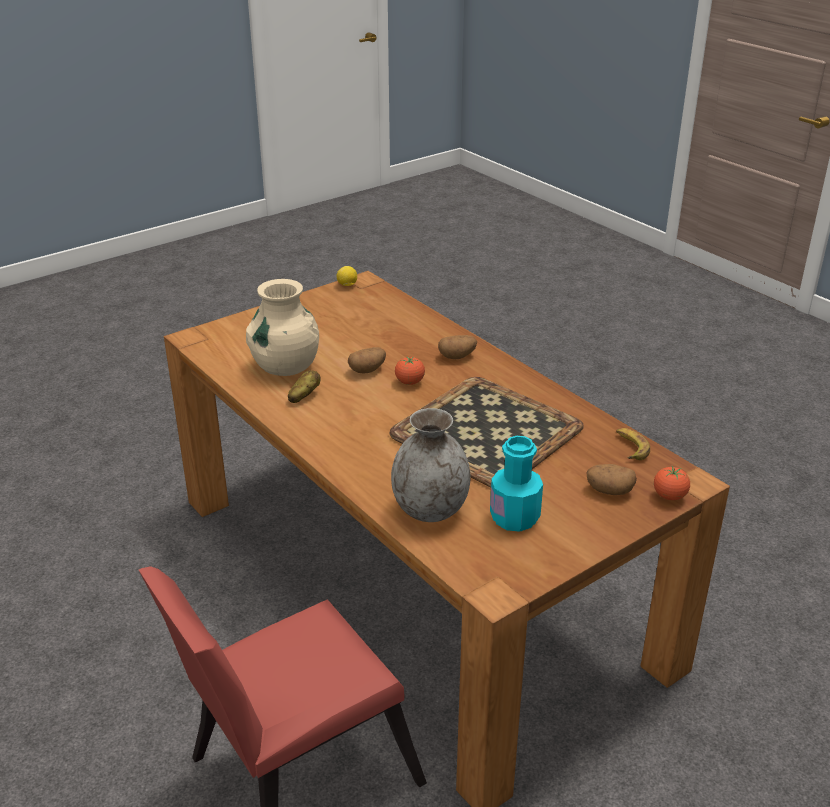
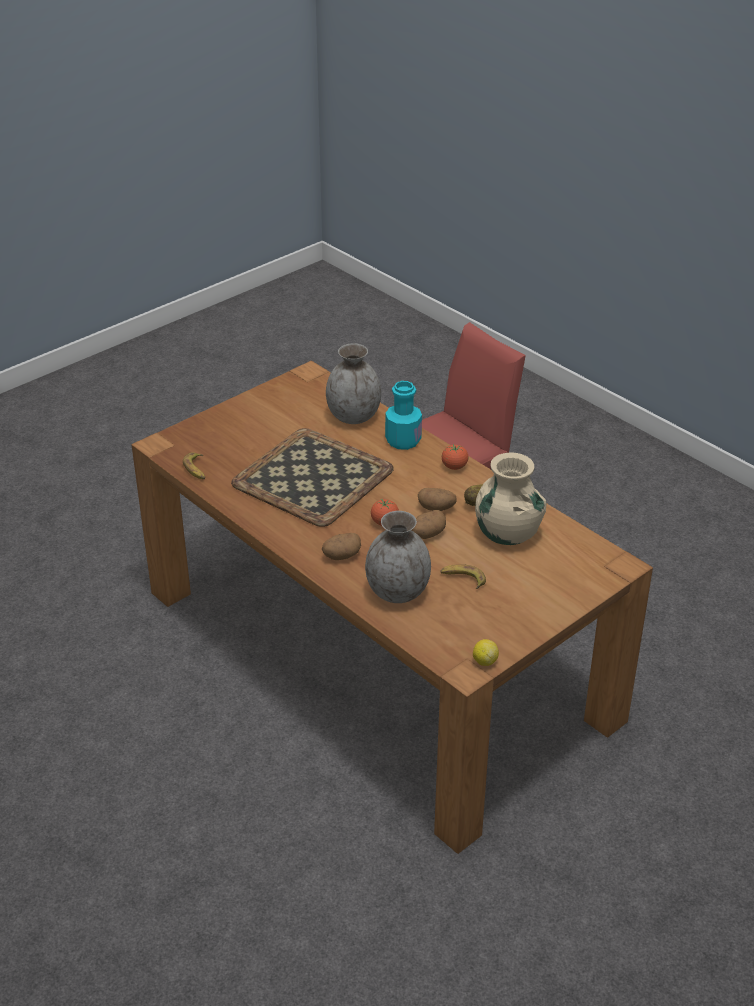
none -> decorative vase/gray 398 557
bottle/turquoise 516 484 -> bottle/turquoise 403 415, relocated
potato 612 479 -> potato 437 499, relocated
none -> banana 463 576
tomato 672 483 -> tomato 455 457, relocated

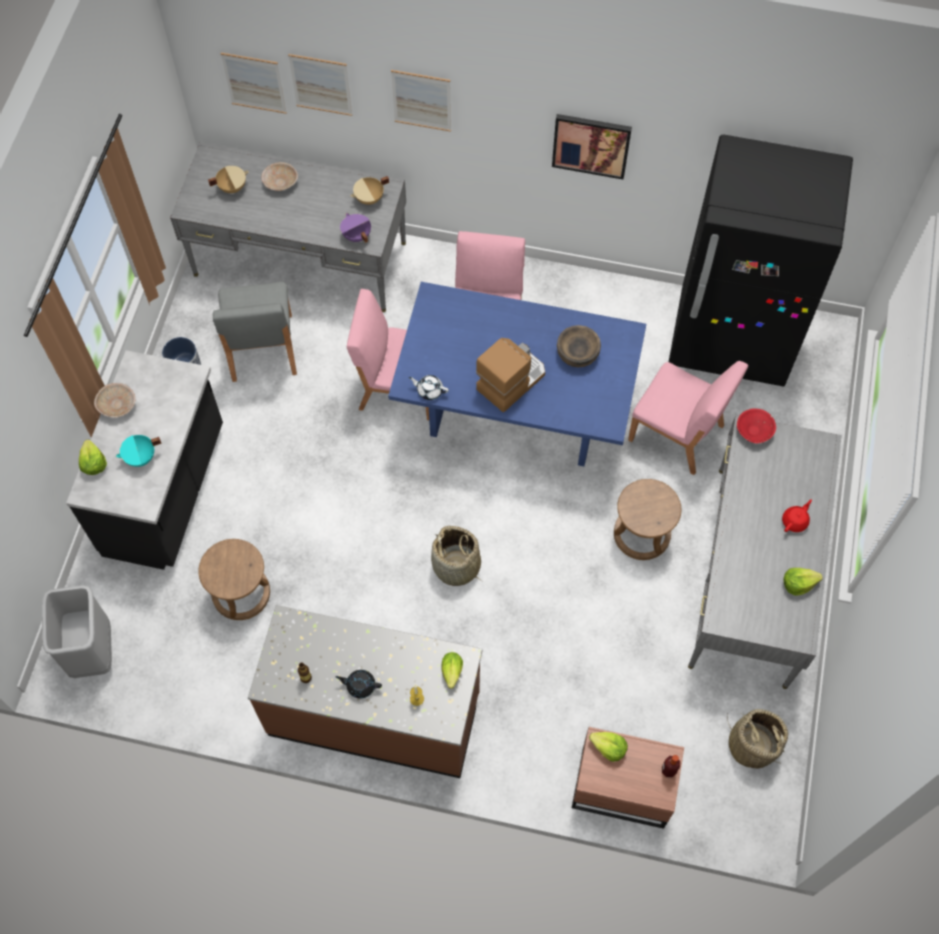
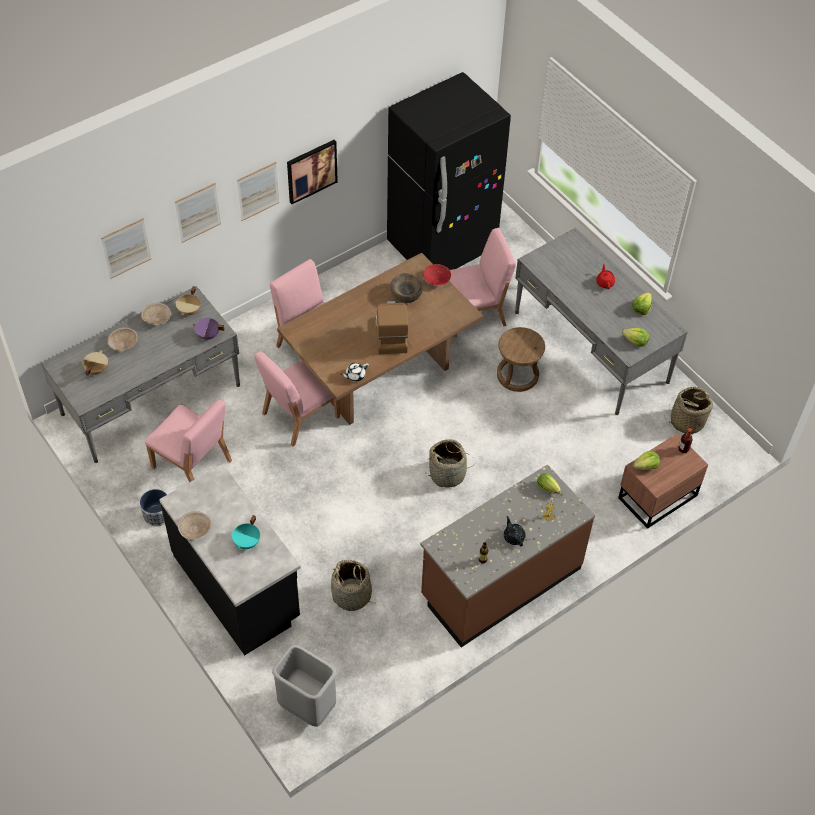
none -> serving bowl/beige 156 314
chair/gray 255 332 -> chair/pink-coloured 188 441
picture 253 83 -> picture 258 191, relocated
kitchen table/blue 517 374 -> kitchen table/brownish 380 339
stool/brownish 234 579 -> basket 351 585
serving bowl/red-coloured 756 425 -> serving bowl/red-coloured 437 274, relocated
pot for tea/black 359 684 -> pot for tea/black 515 531, 105 degrees clockwise
lettuce 93 457 -> lettuce 635 337, relocated

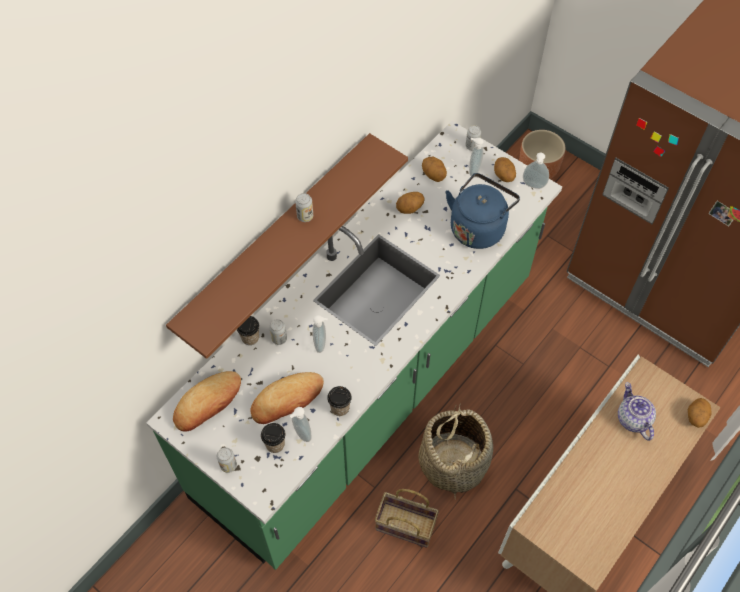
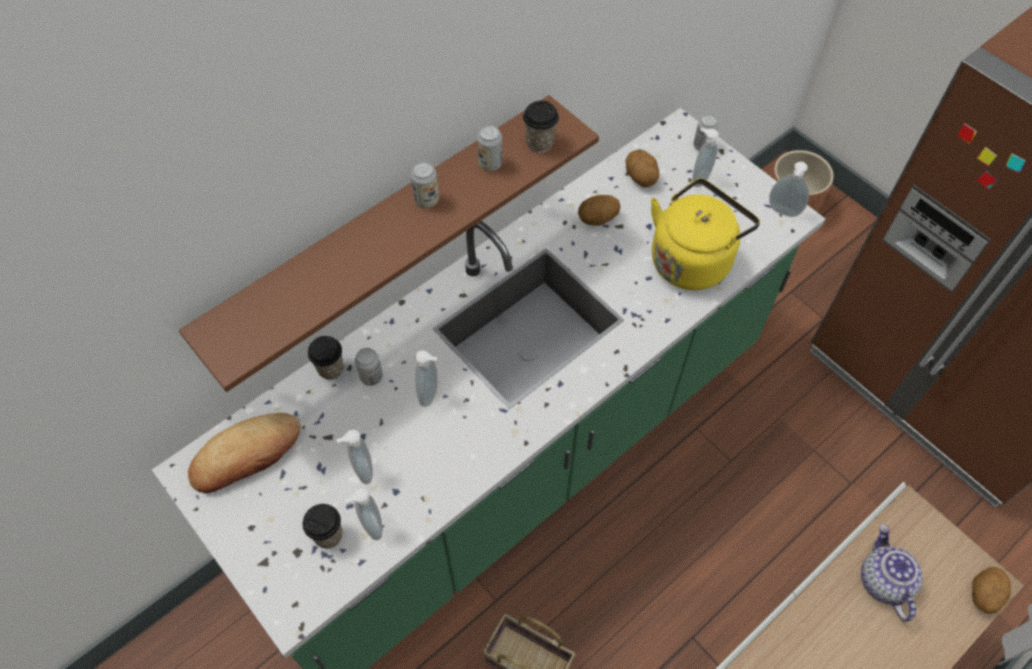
baked bread 287 398 -> soap dispenser 354 456
sealed can 227 460 -> sealed can 490 148, relocated
drinking cup 339 401 -> drinking cup 541 127, relocated
kettle/blue 482 211 -> kettle/yellowish 705 234
basket 455 451 -> none
potato 505 169 -> none

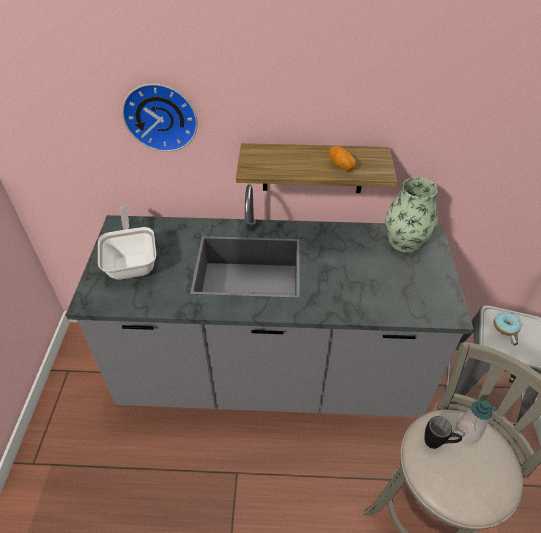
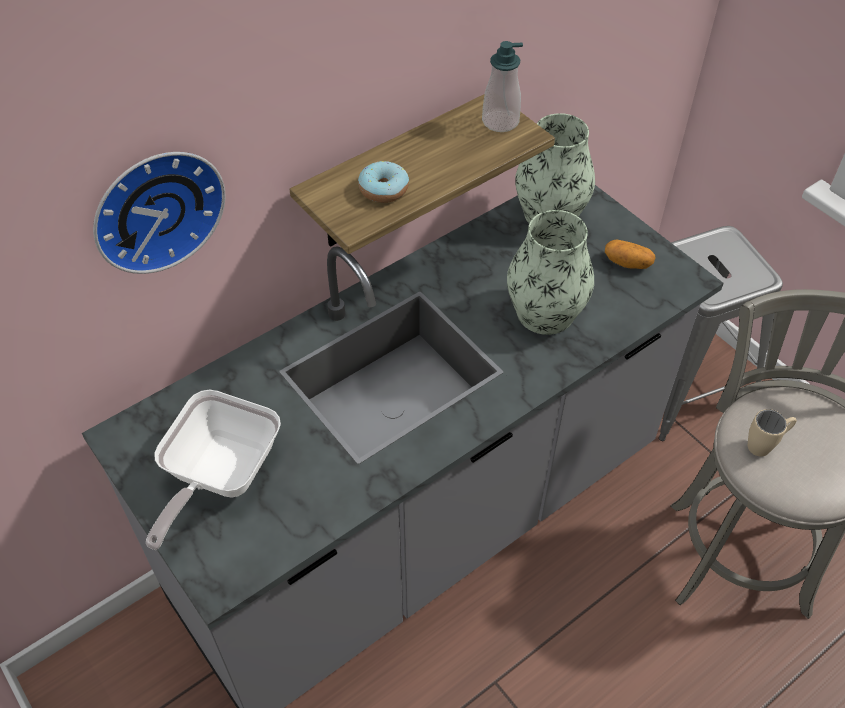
frying pan 127 242 -> frying pan 213 470, 105 degrees counterclockwise
donut 507 324 -> donut 383 182, relocated
soap dispenser 476 422 -> soap dispenser 502 86, relocated
none -> decorative vase 550 272
potato 342 158 -> potato 630 254, relocated
coffee mug/black 443 432 -> coffee mug/beige 772 433

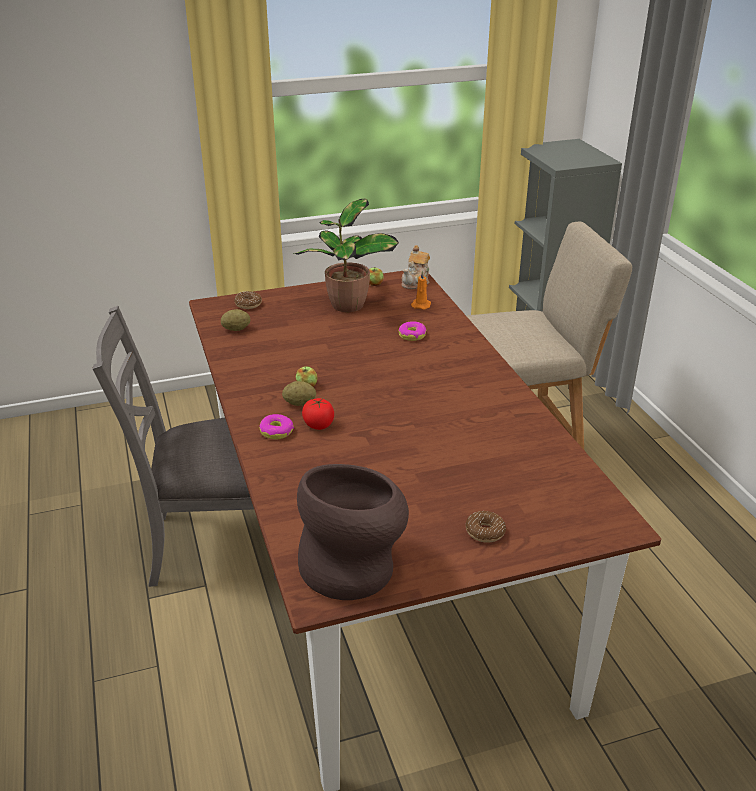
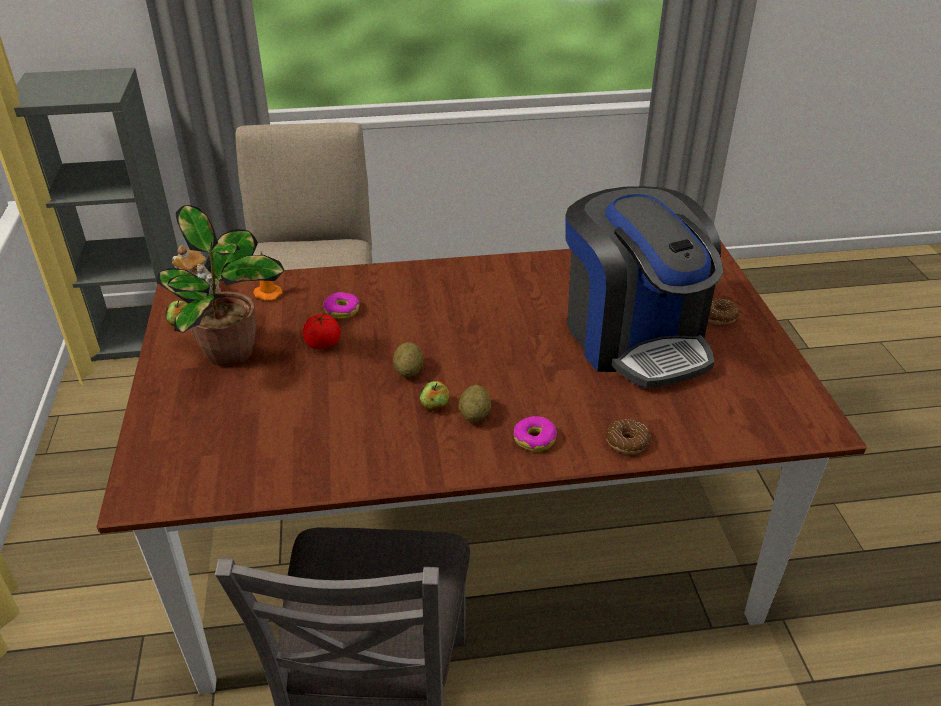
tomato 318 414 -> tomato 321 331, relocated
potato 235 320 -> potato 408 359, relocated
none -> coffee brewer 644 287
donut 248 300 -> donut 628 436, relocated
decorative vase/brownish 353 532 -> none

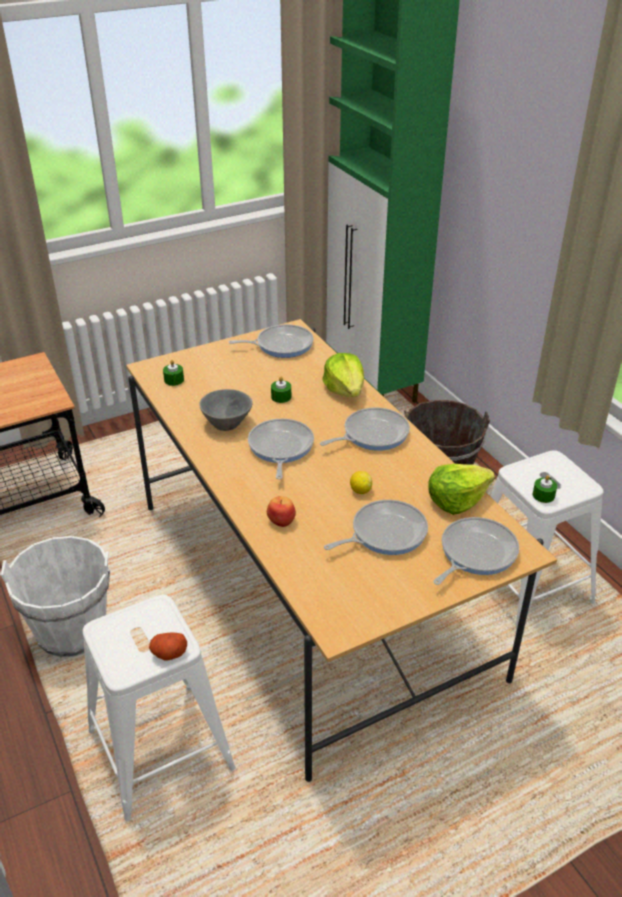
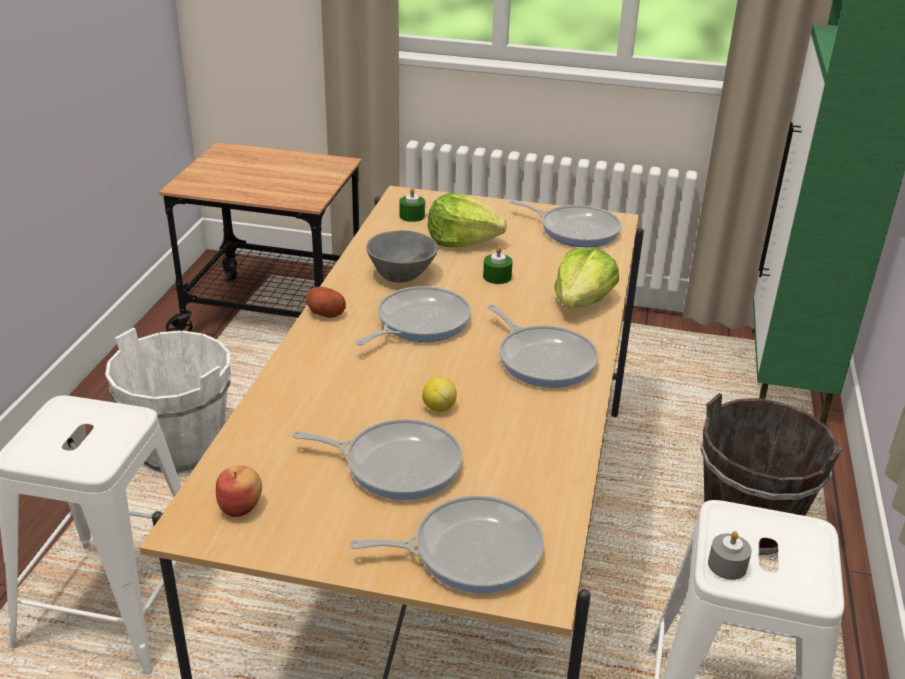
whole apple 281 511 -> whole apple 239 491, relocated
potato 168 647 -> potato 326 302, relocated
lettuce 461 489 -> lettuce 467 220, relocated
frying pan 365 429 -> frying pan 543 346, 45 degrees clockwise
candle/green 545 489 -> candle/gray 730 555

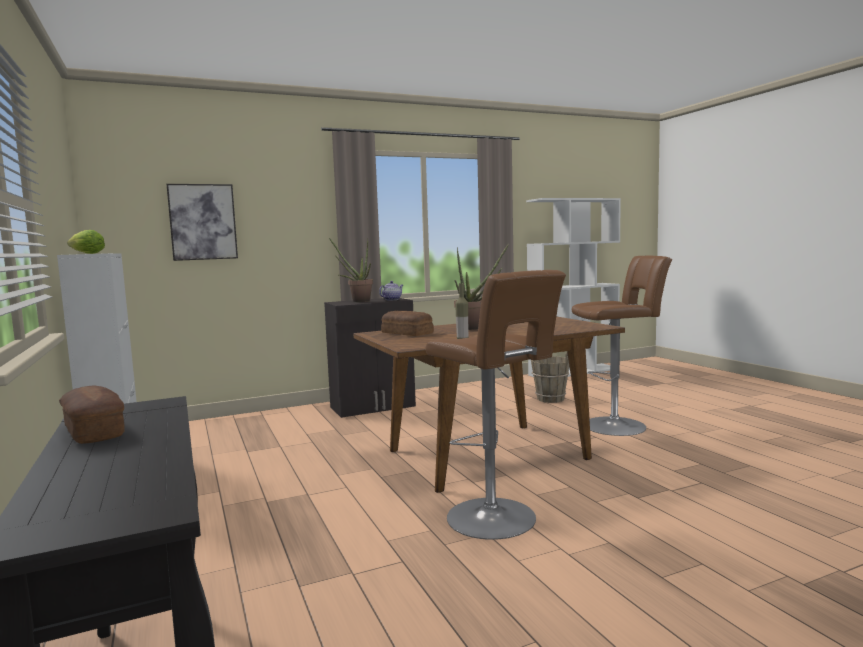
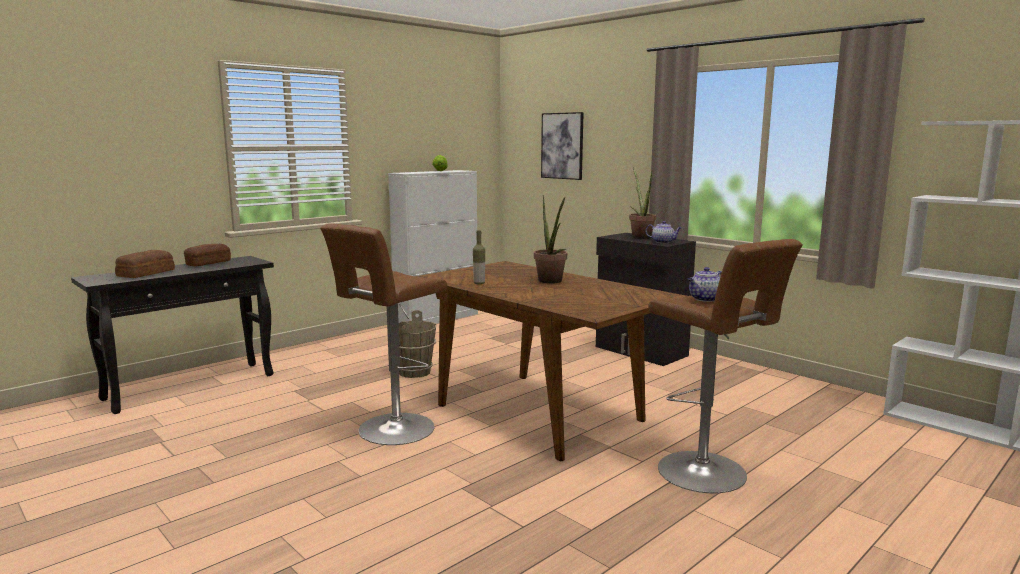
baked bread 407 323 -> baked bread 145 264, relocated
pail/brownish 550 378 -> pail/brownish 417 344, relocated
none -> pot for tea 705 284

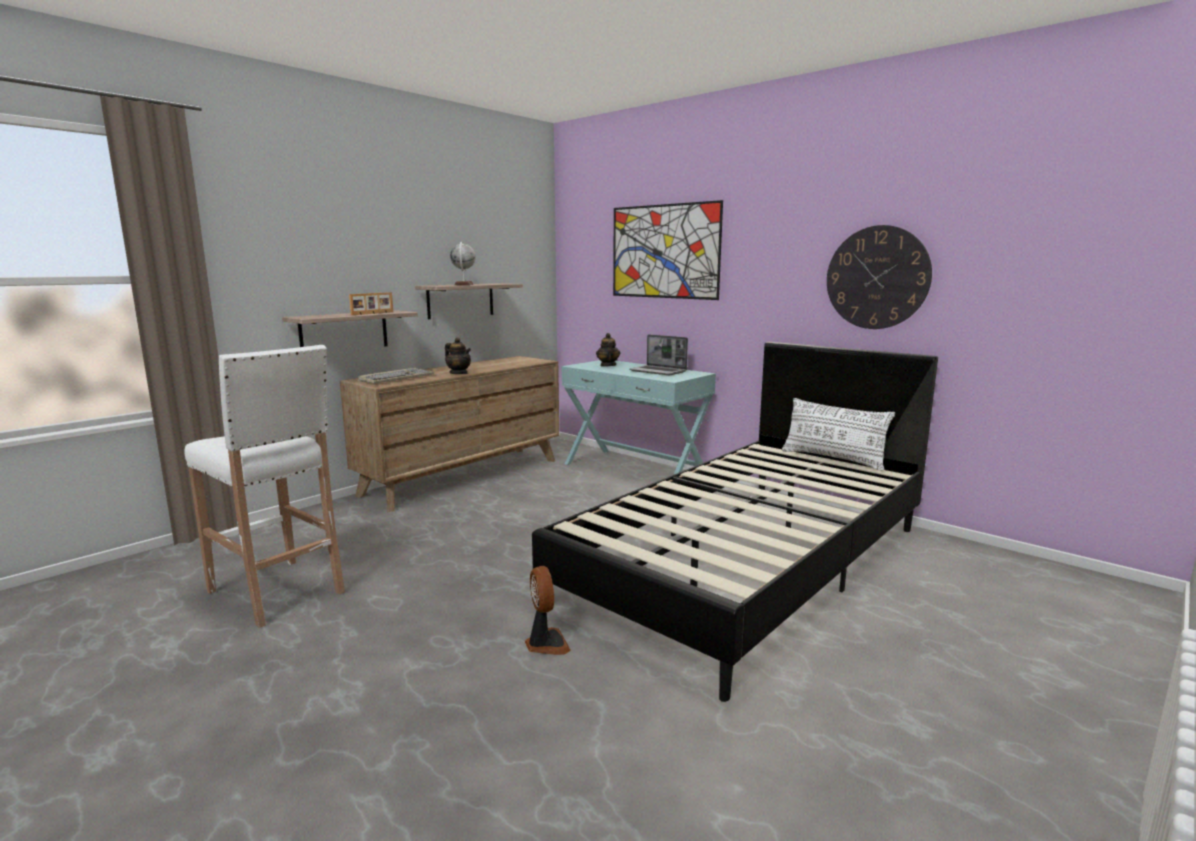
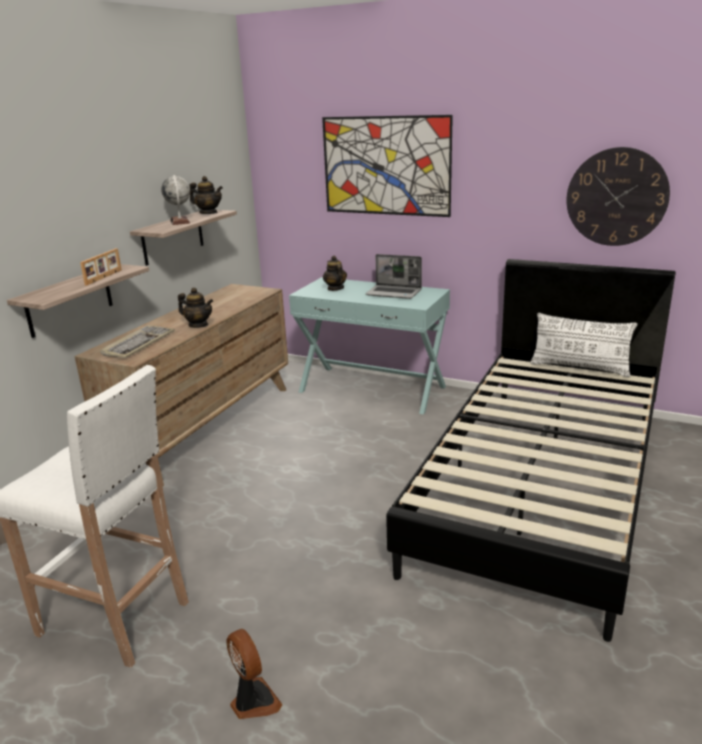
none -> pot for tea 206 195
electric fan 548 610 -> electric fan 254 674, relocated

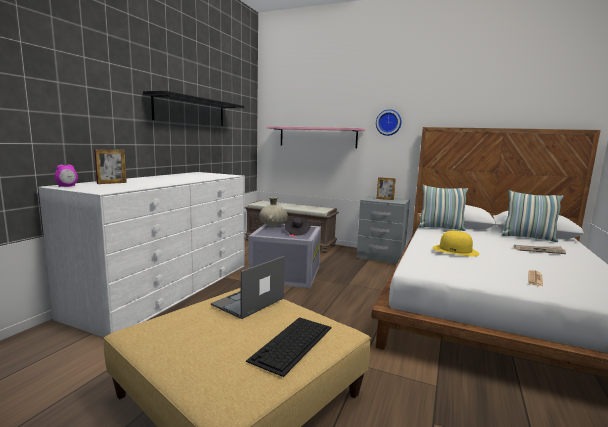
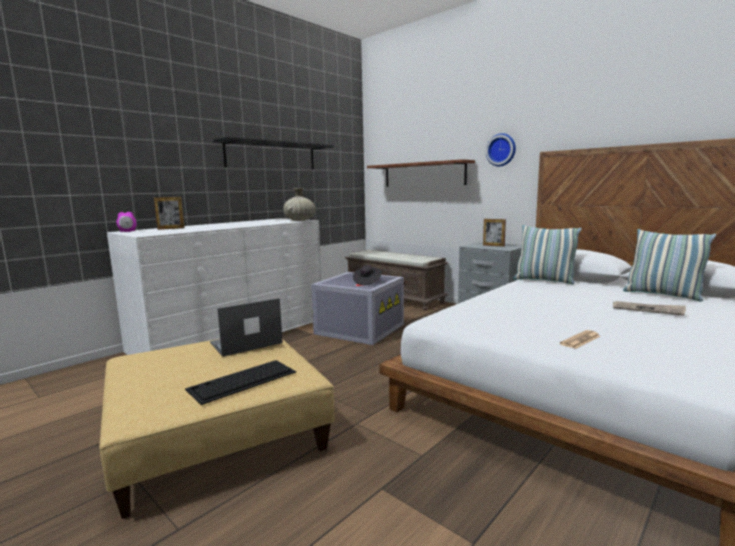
decorative vase/beige 273 212 -> decorative vase/beige 299 204, relocated
bracket shelf/pink-coloured 315 137 -> bracket shelf/brownish 421 173
hat/yellowish 455 244 -> none

